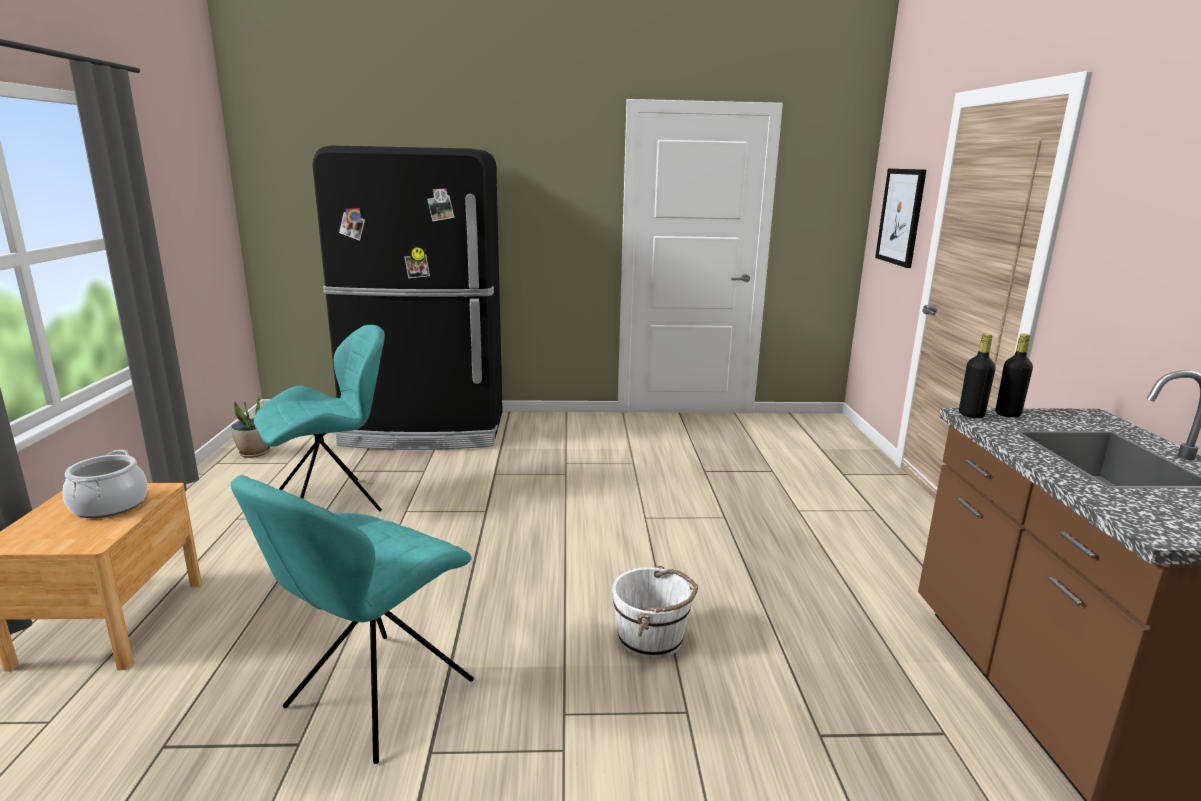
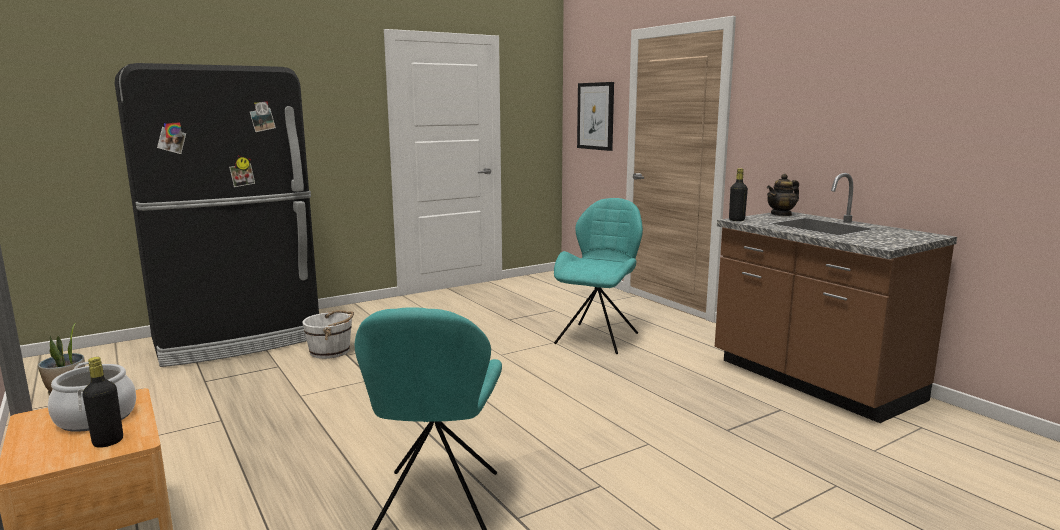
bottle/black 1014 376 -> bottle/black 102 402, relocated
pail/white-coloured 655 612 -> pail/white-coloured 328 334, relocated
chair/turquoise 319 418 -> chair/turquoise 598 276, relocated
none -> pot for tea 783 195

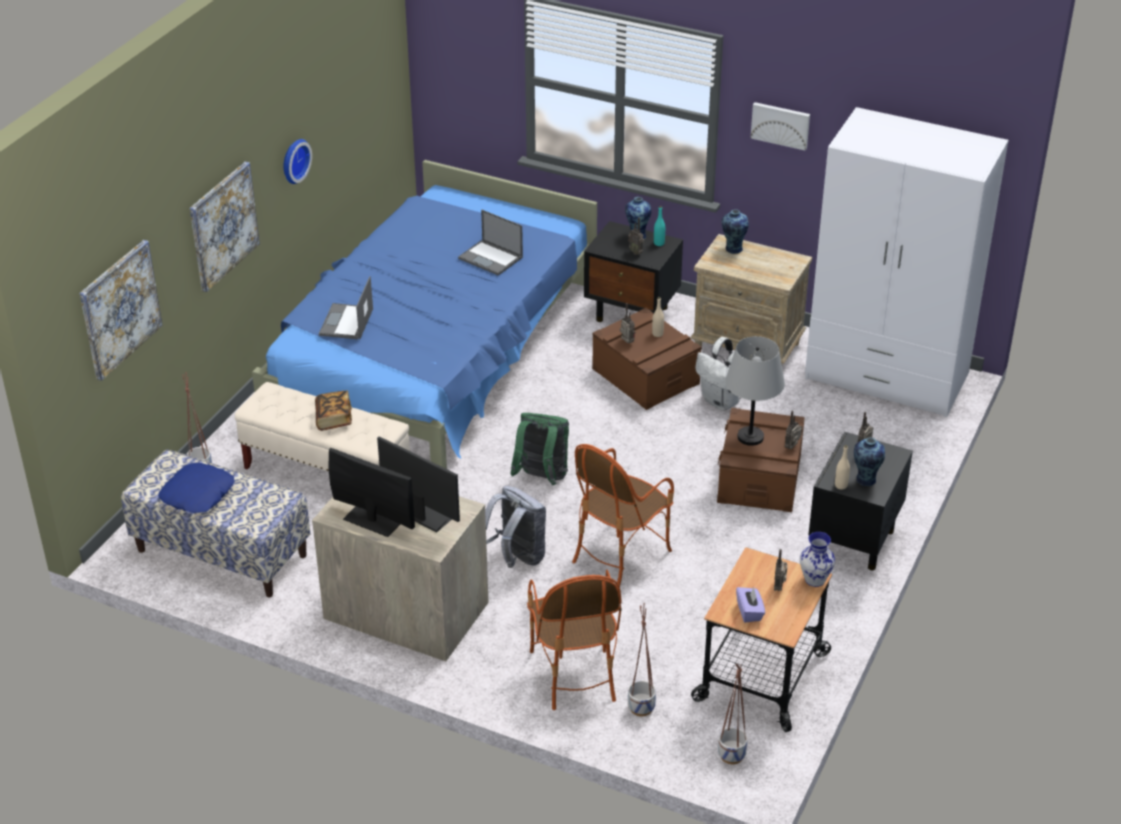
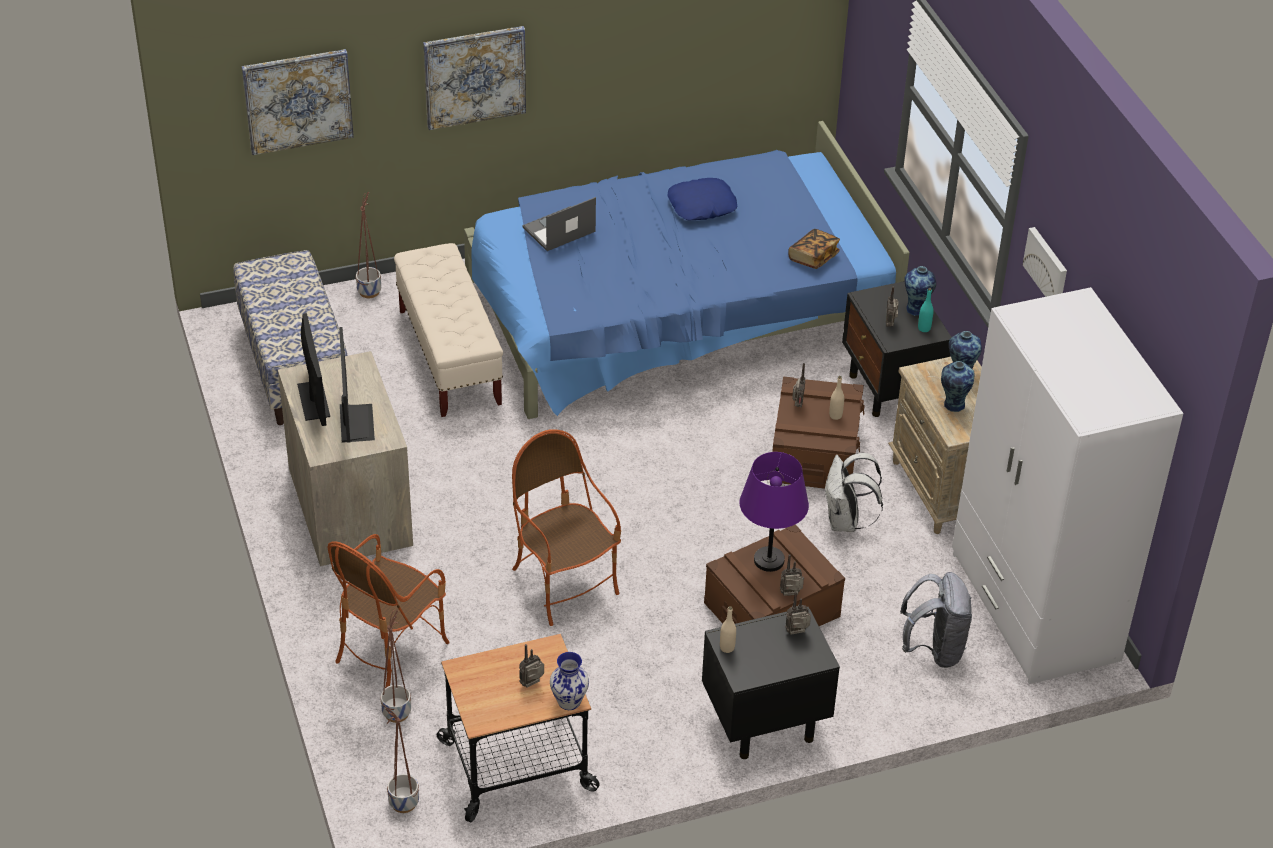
armchair 623 515 -> armchair 566 527, 60 degrees clockwise
cushion/blue 196 488 -> cushion/blue 702 199, relocated
table lamp/gray 755 391 -> table lamp/purplish 774 512
volume 333 411 -> volume 814 249, relocated
rucksack/gray 515 527 -> rucksack/gray 936 620, relocated
decorative vase 869 462 -> decorative vase 957 386, relocated
wall clock 297 161 -> none
portable computer 490 243 -> none
rucksack/green 539 449 -> none
tissue box/purplish 750 604 -> none

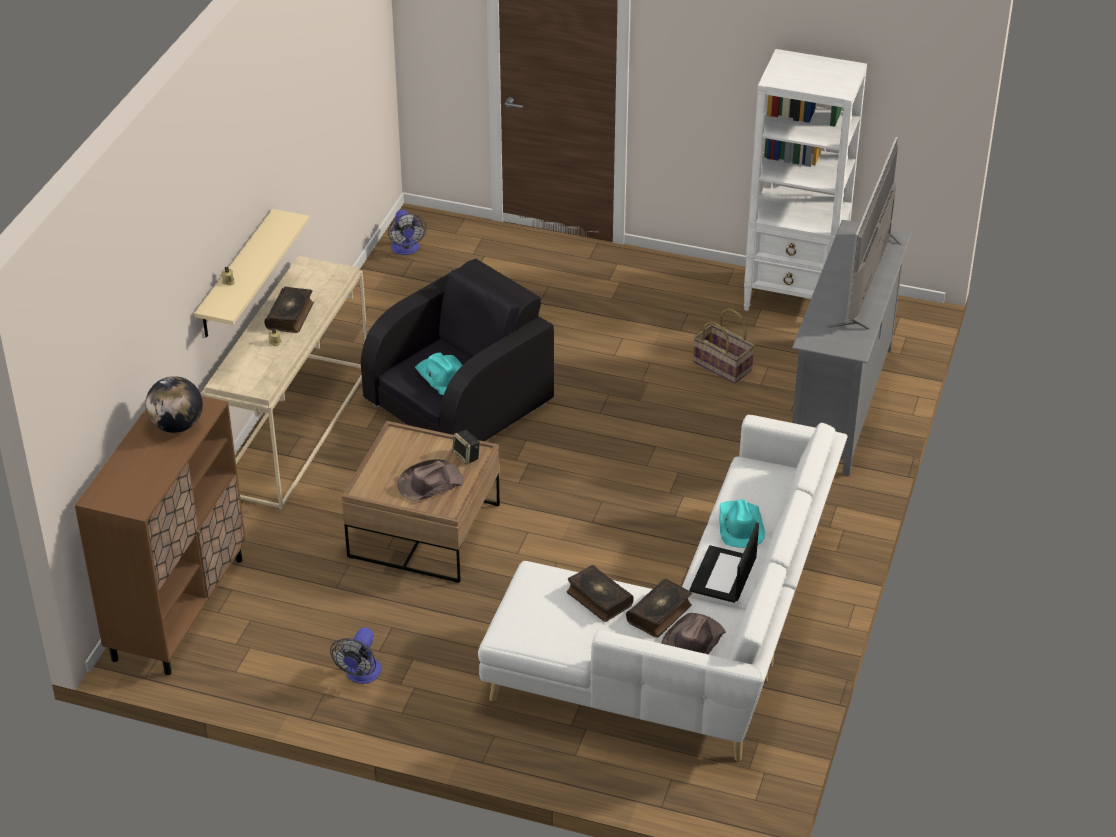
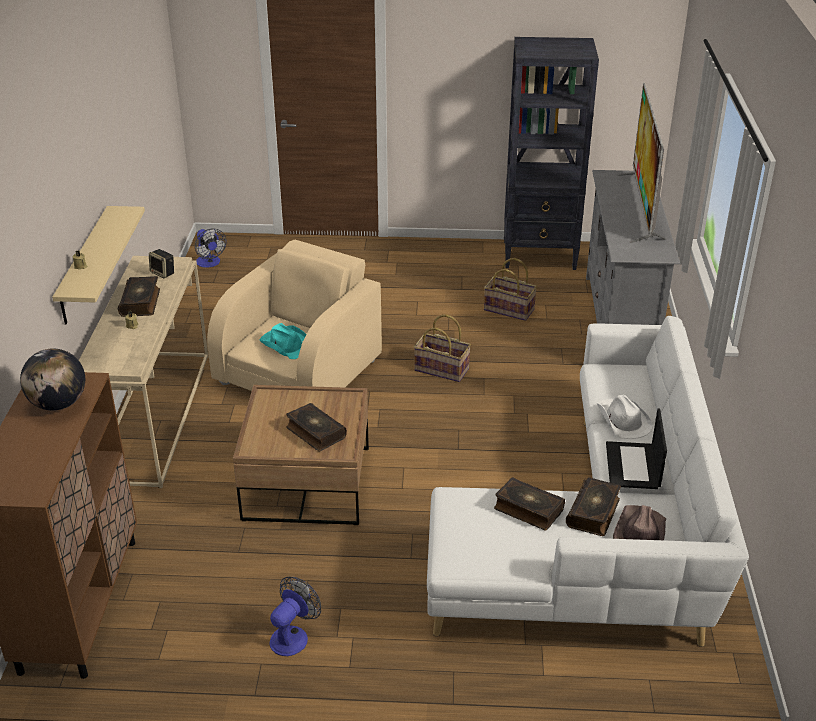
speaker 466 447 -> speaker 161 263, relocated
armchair/black 457 350 -> armchair/beige 294 315
electric fan 355 655 -> electric fan 295 616, 150 degrees counterclockwise
hat/brownish 430 480 -> volume 316 427
none -> basket 442 348
bookshelf/white-coloured 805 180 -> bookshelf/black 551 153
hat/turquoise 742 524 -> hat/white-coloured 625 416

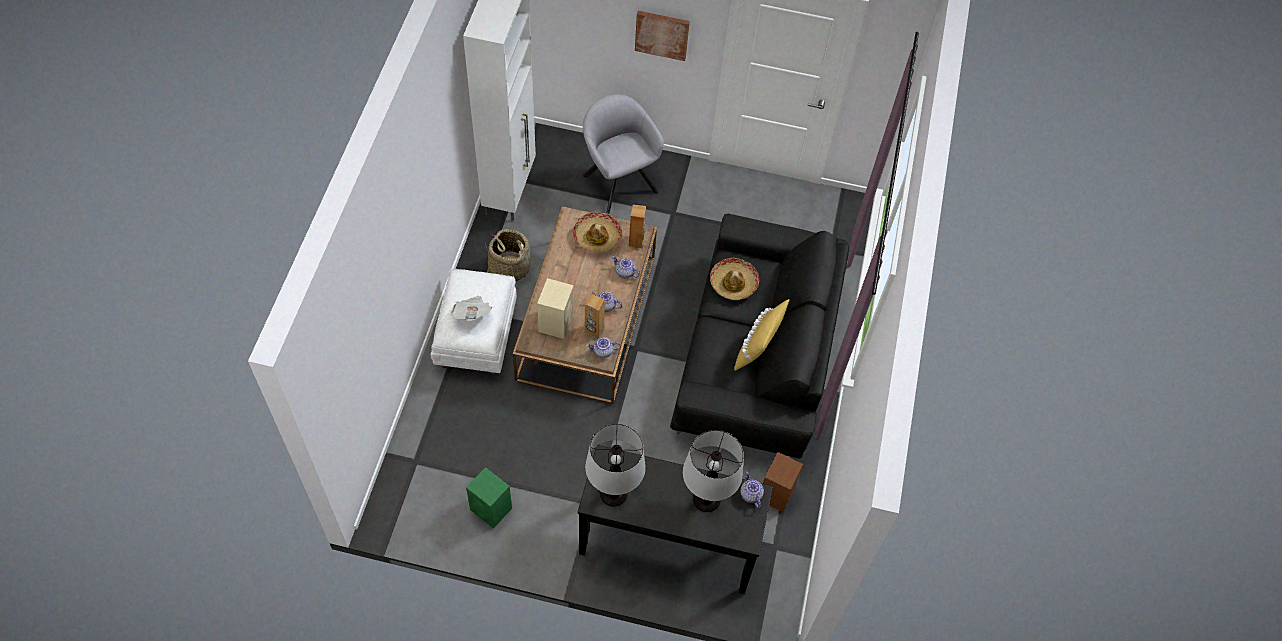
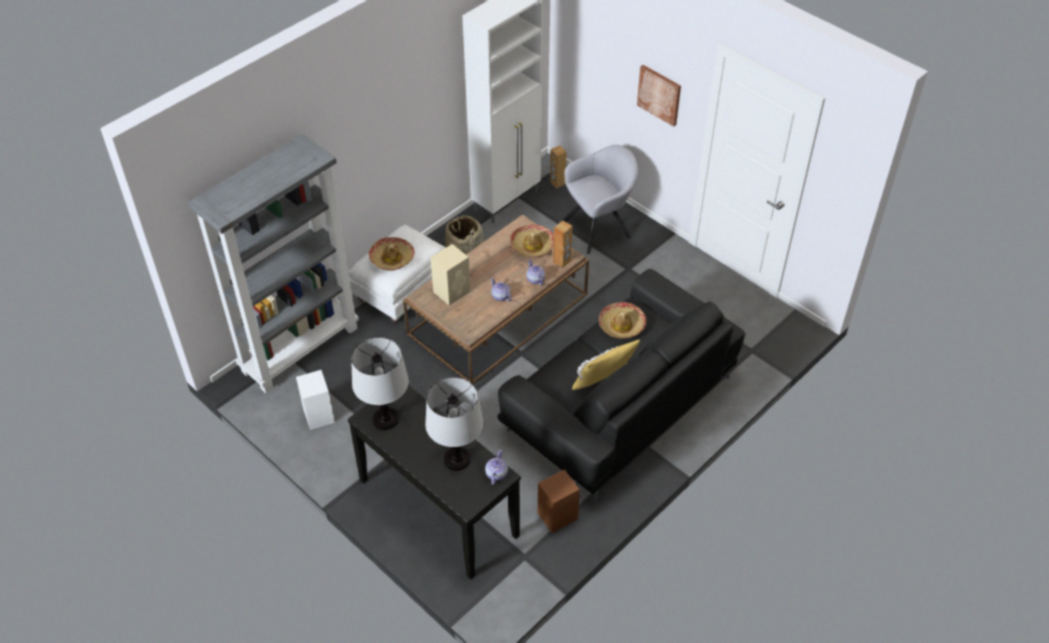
none -> bookshelf/gray 273 263
speaker/green 489 498 -> speaker/white-coloured 315 400
newspaper 471 308 -> hat 392 253
speaker/brownish 595 316 -> speaker/brownish 558 167, relocated
armchair/gray 623 154 -> armchair/gray 599 199, 60 degrees clockwise
pot for tea 603 347 -> none

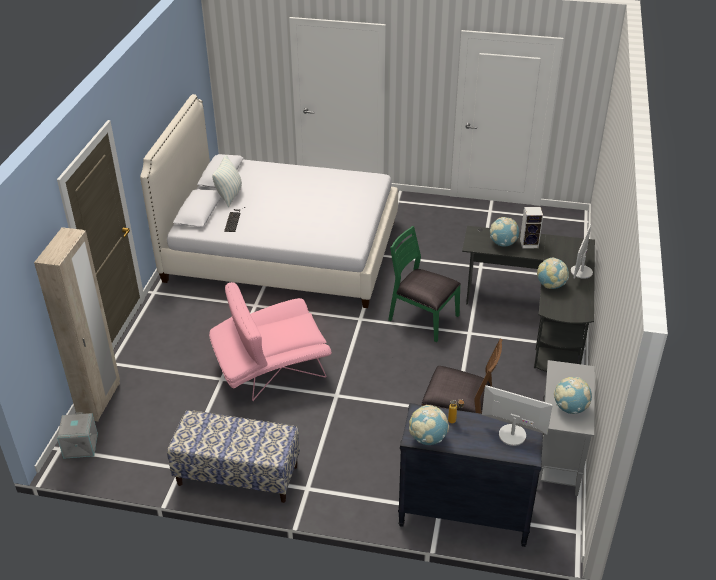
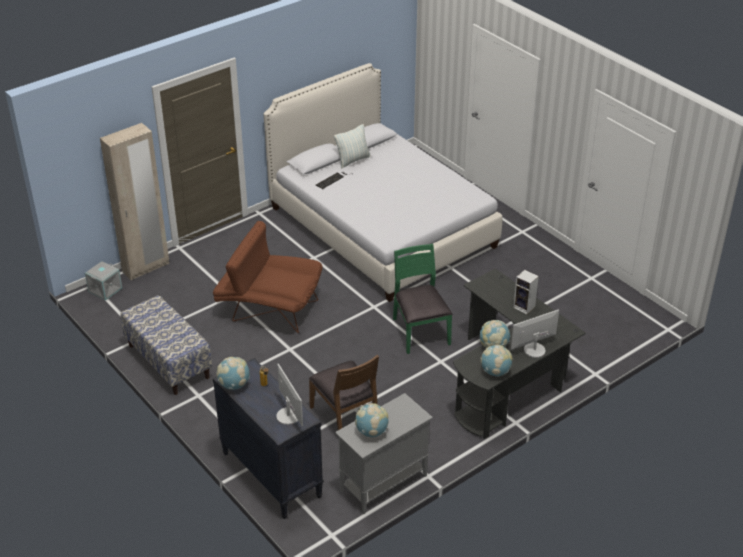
armchair/pink-coloured 270 341 -> armchair/brownish 268 277
desk globe 504 232 -> desk globe 496 361, relocated

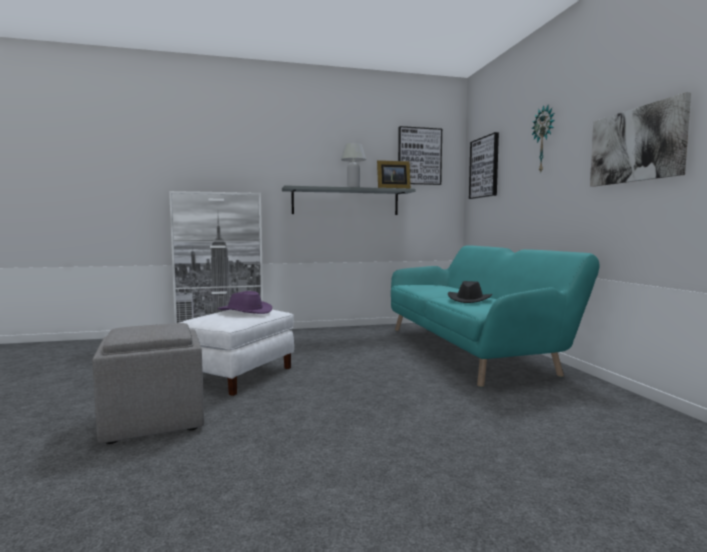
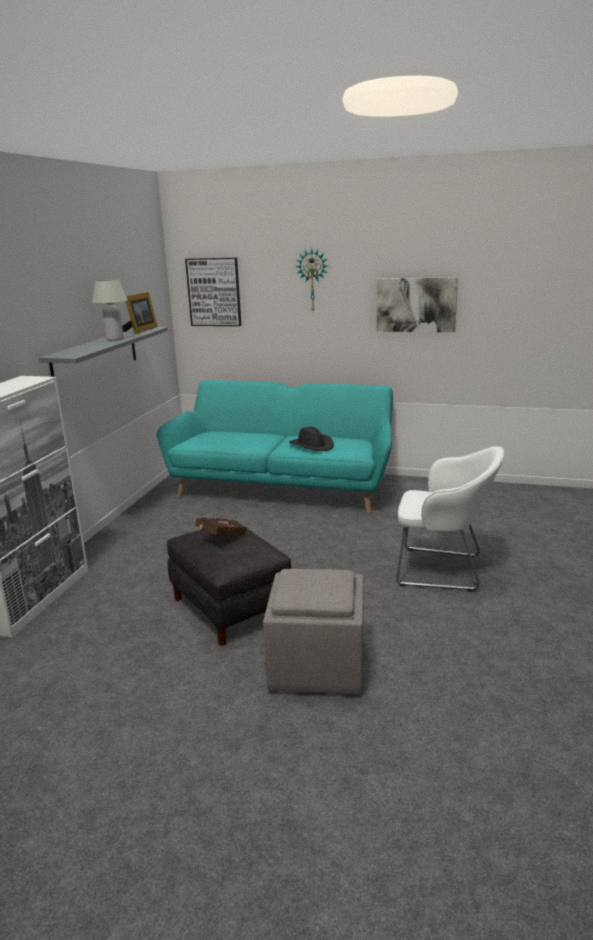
footrest/white-coloured 237 353 -> footrest/black 229 583
hat/purplish 244 302 -> volume/red-coloured 221 527
none -> armchair/white-coloured 450 519
picture 420 155 -> none

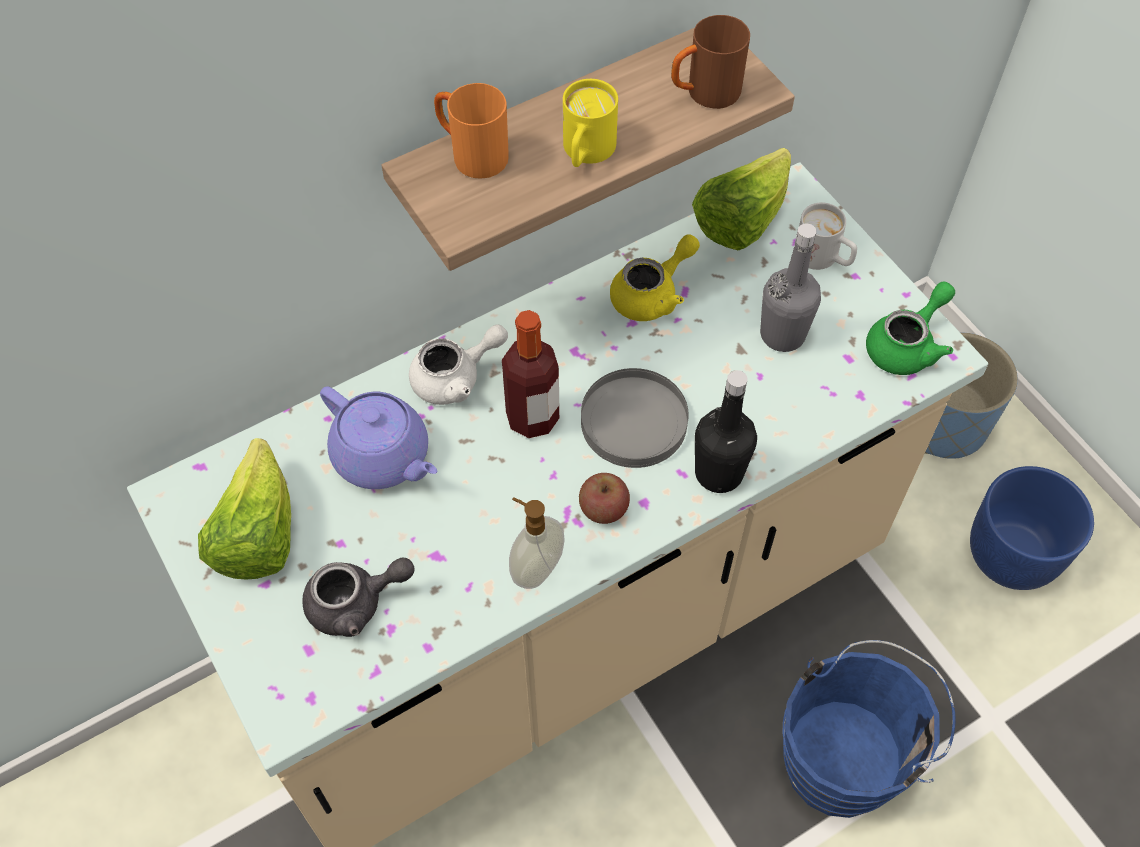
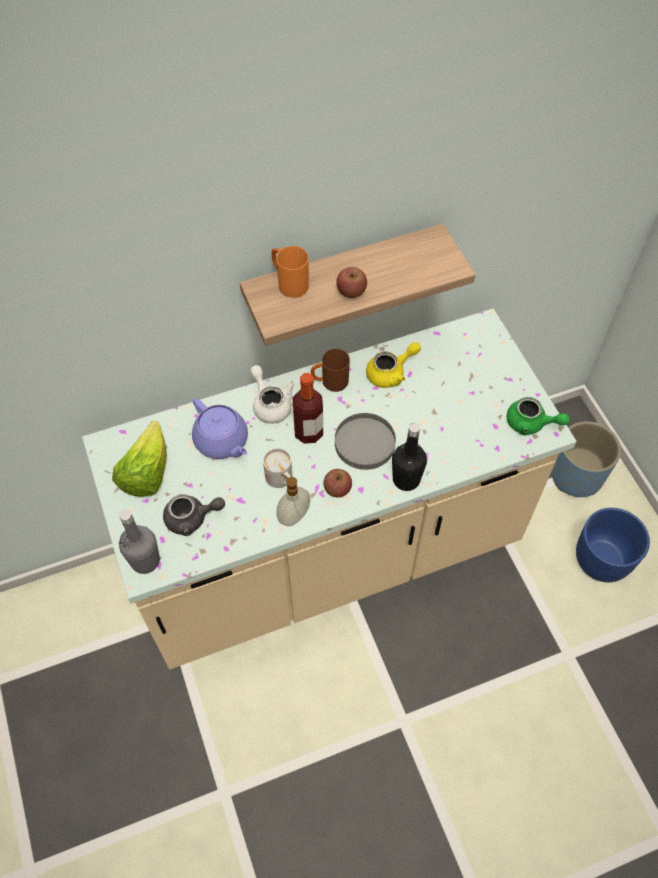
bottle/gray 790 287 -> bottle/gray 140 542, relocated
pot for tea/white-coloured 458 364 -> pot for tea/white-coloured 272 394, 105 degrees counterclockwise
coffee mug/white-coloured 828 236 -> coffee mug/white-coloured 277 468, relocated
coffee mug/brownish 710 62 -> coffee mug/brownish 330 370, relocated
coffee mug/yellowish 590 123 -> whole apple 351 282
pot for tea/green 910 328 -> pot for tea/green 538 416, 60 degrees clockwise
lettuce 741 199 -> none
pail/blue 869 729 -> none

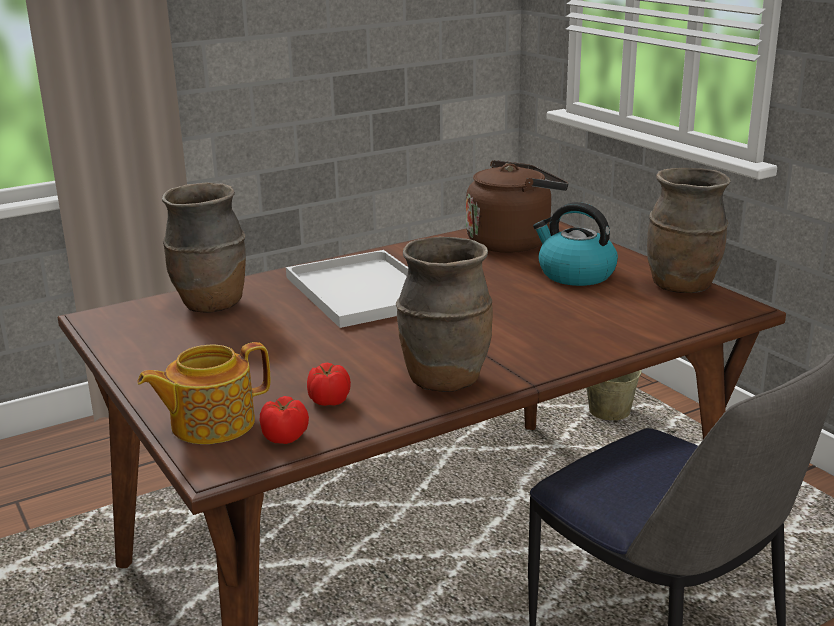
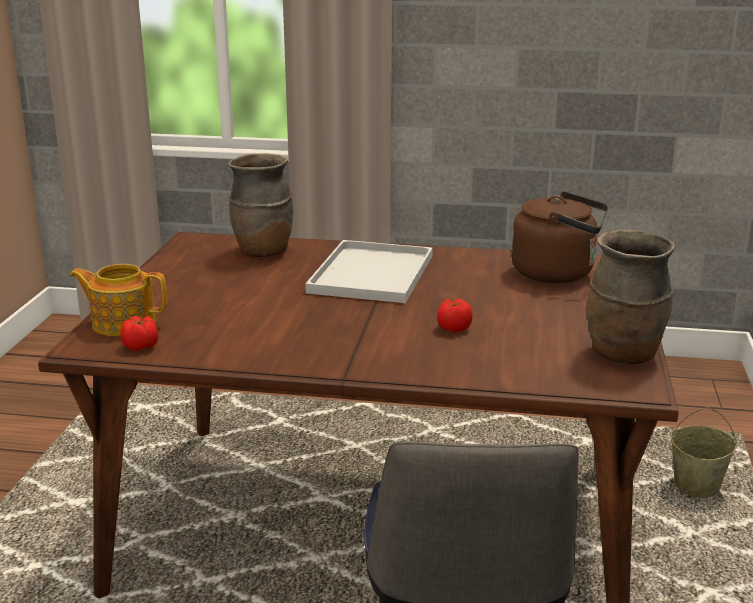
tomato 329 384 -> tomato 455 315, relocated
decorative vase/brownish 444 314 -> none
kettle 575 244 -> none

